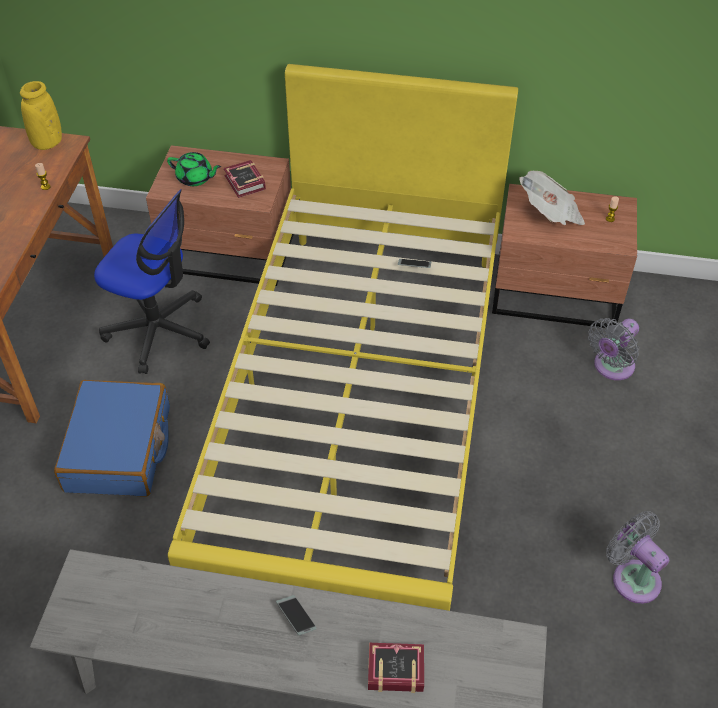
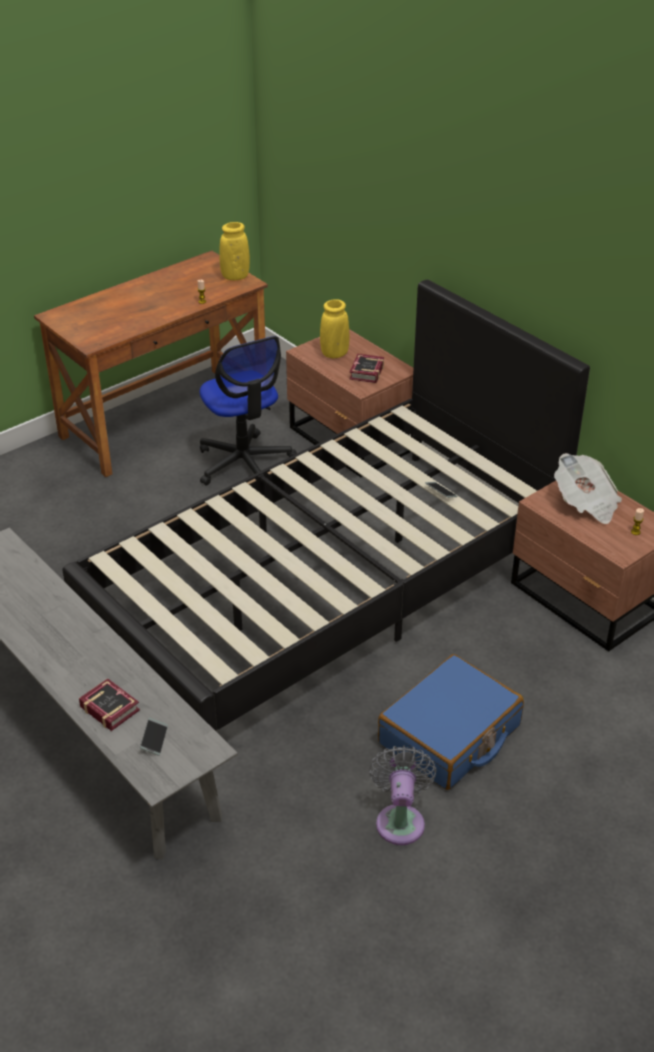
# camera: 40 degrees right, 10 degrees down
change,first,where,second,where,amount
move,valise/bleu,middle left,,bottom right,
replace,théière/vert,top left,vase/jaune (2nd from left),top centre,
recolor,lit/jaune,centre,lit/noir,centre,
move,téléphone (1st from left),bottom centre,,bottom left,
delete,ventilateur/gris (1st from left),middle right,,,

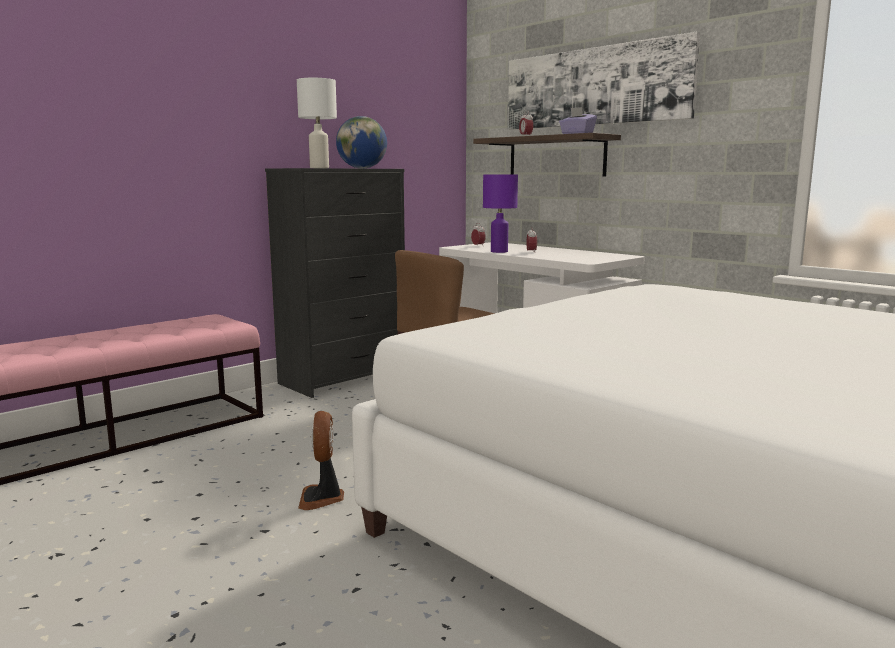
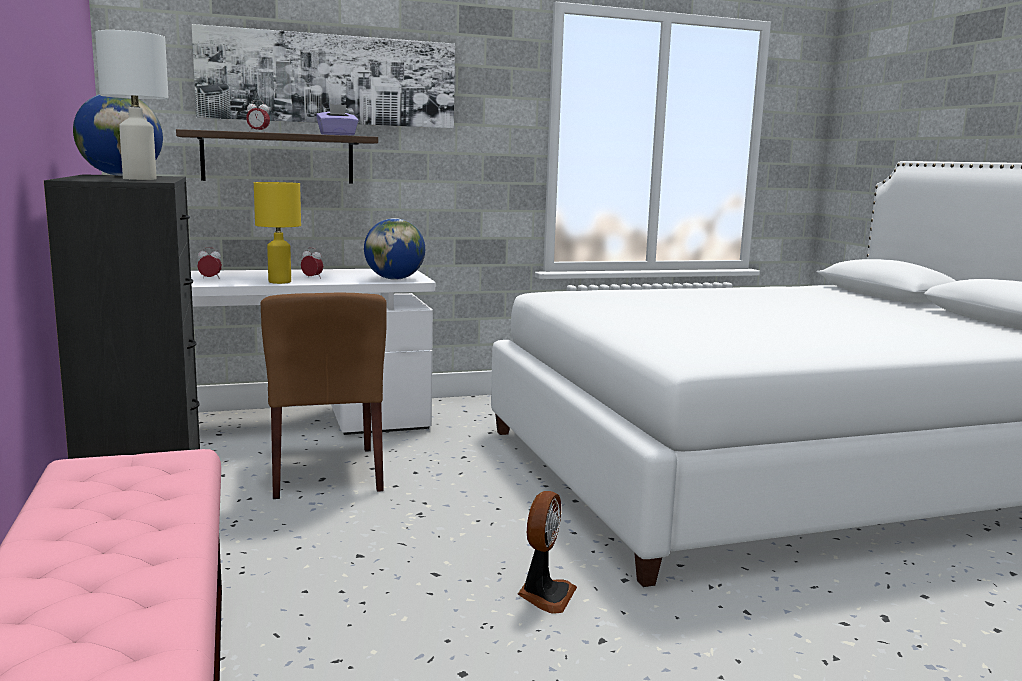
# camera: 65 degrees left, 0 degrees up
change,first,where,second,where,amount
rotate,ventilateur,bottom centre,,bottom centre,90 degrees counterclockwise
recolor,lampe de table/violet,top centre,lampe de table/jaune,middle left,
insert,,,globe (2nd from left),centre,

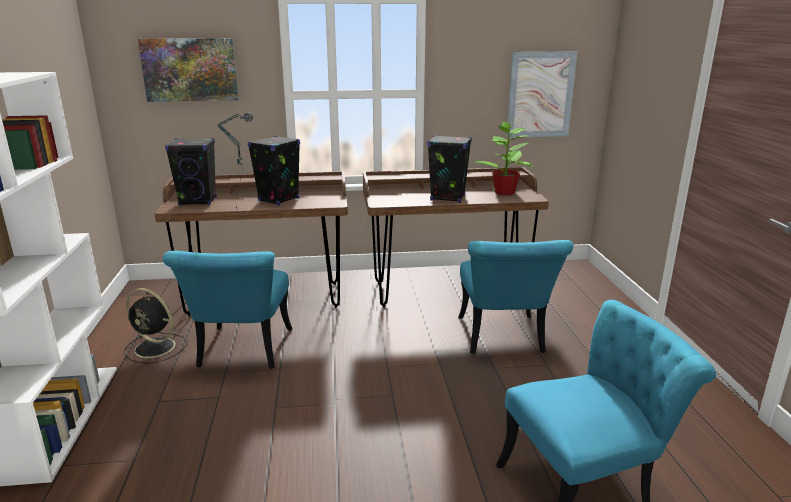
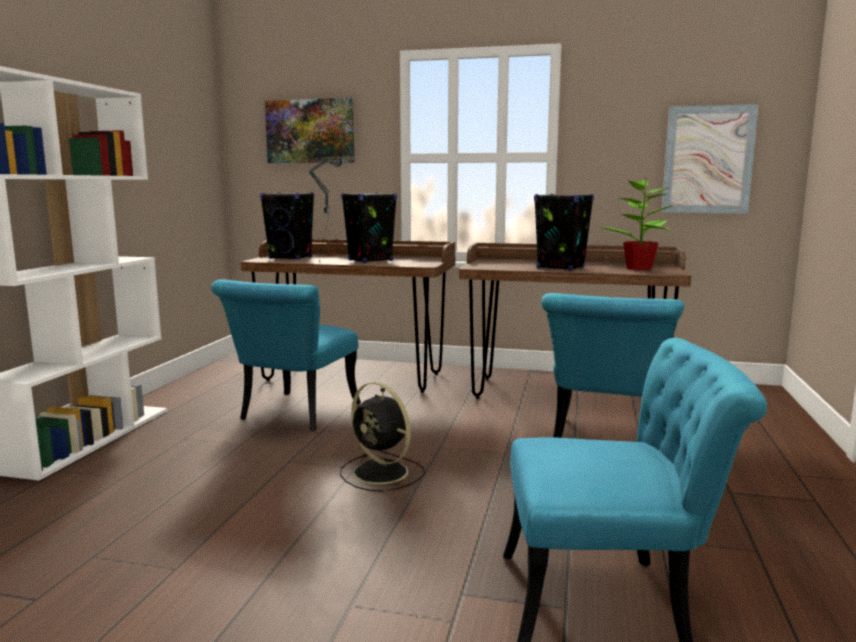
# camera: 20 degrees right, 10 degrees down
change,first,where,second,where,amount
move,ventilateur/noir,middle left,,bottom centre,

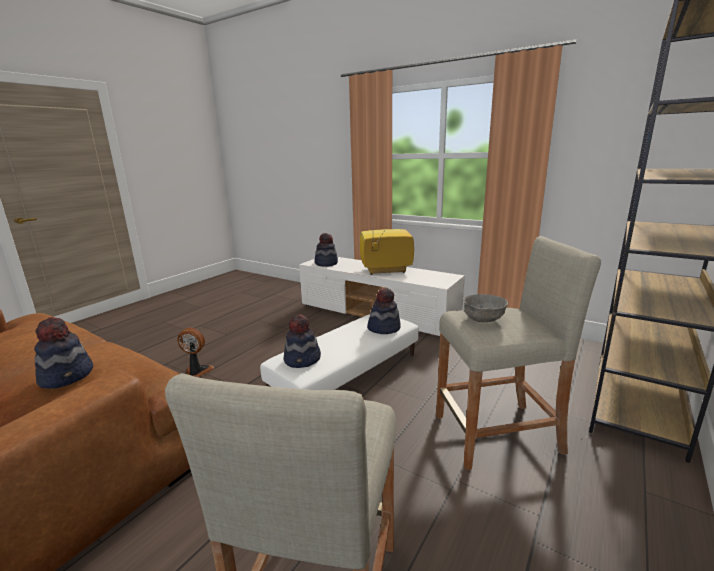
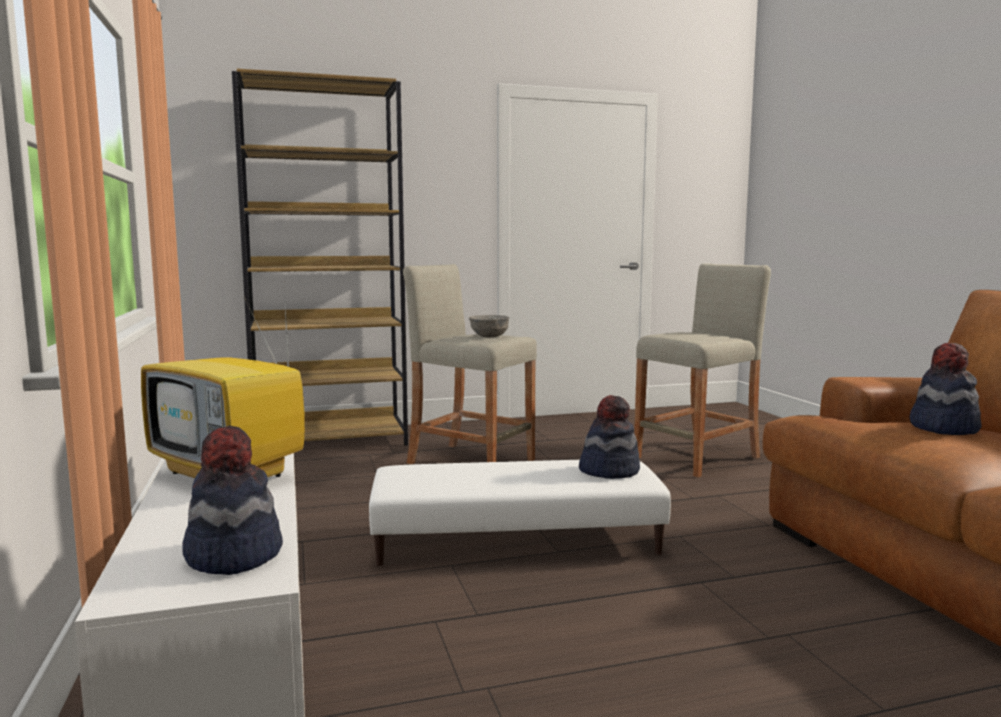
# camera: 140 degrees left, 10 degrees down
change,first,where,second,where,amount
delete,ventilateur,middle left,,,
delete,chapeau (4th from left),centre,,,

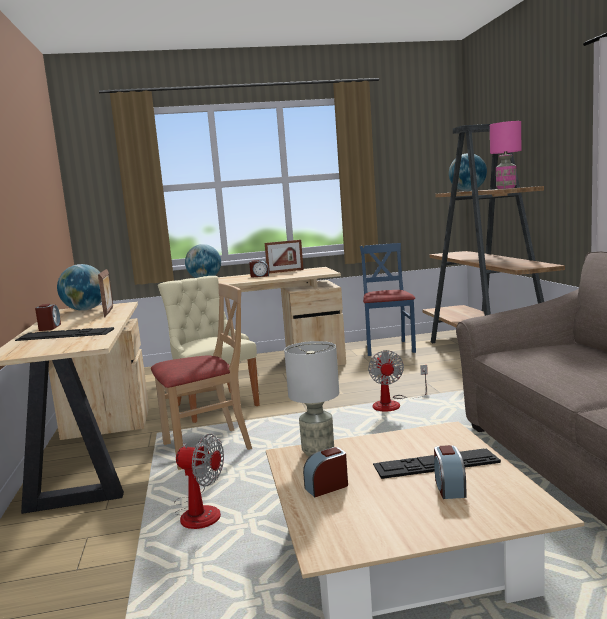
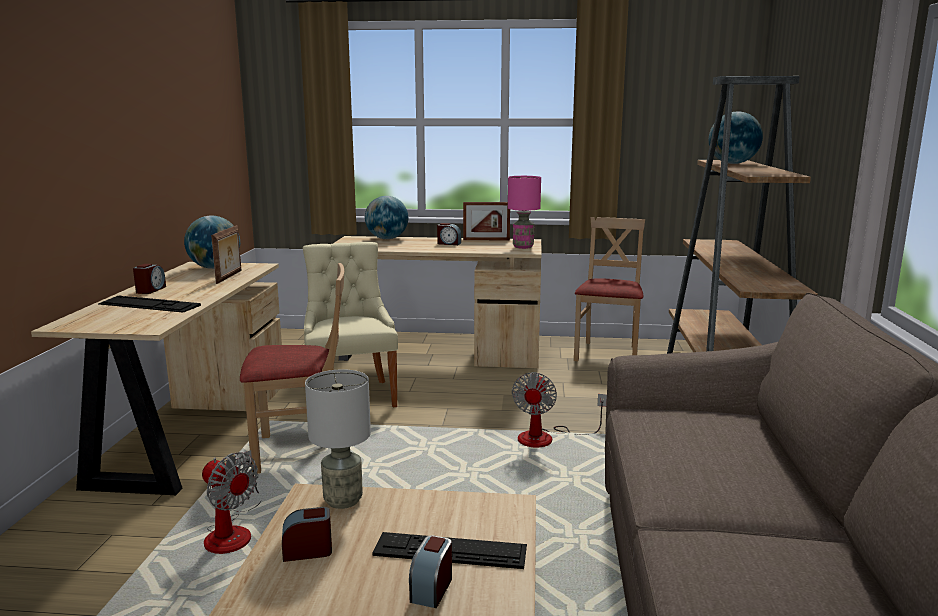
# camera: 15 degrees right, 5 degrees up
change,first,where,second,where,amount
recolor,chaise/bleu,centre,chaise/beige (3rd from left),centre,
move,lampe de table/rose,top right,,centre,

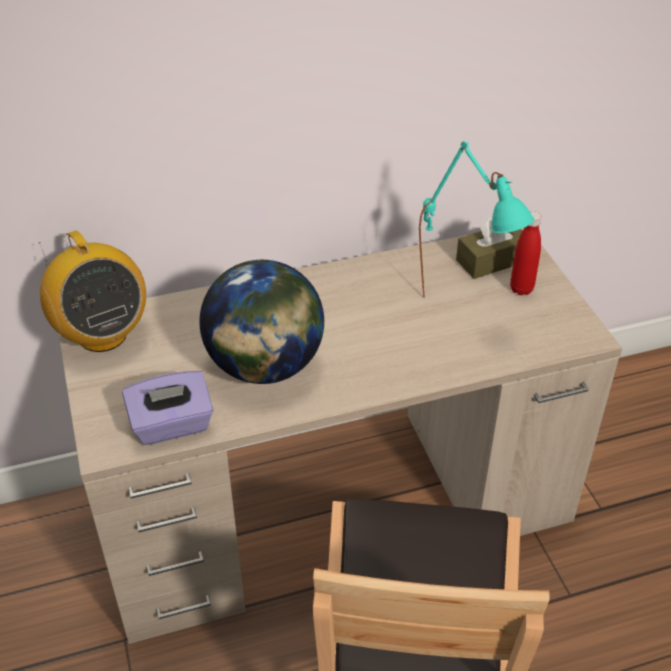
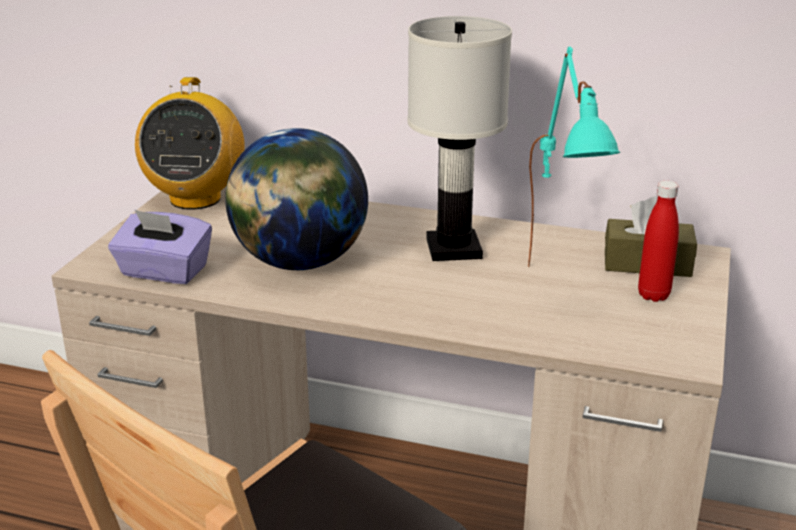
# camera: 35 degrees right, 15 degrees down
change,first,where,second,where,amount
insert,,,lampe de table/blanc,top centre,

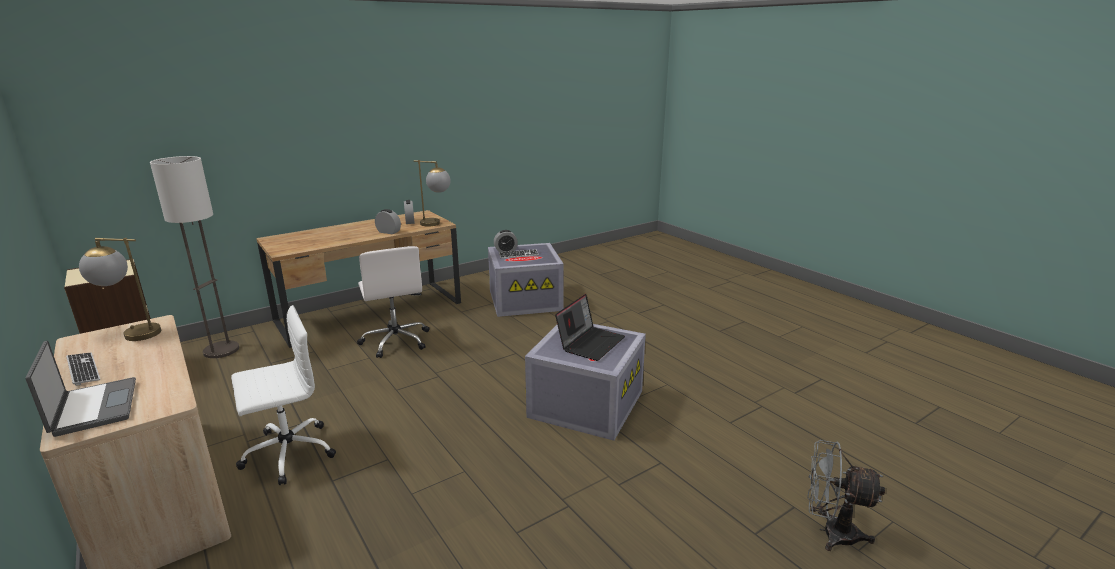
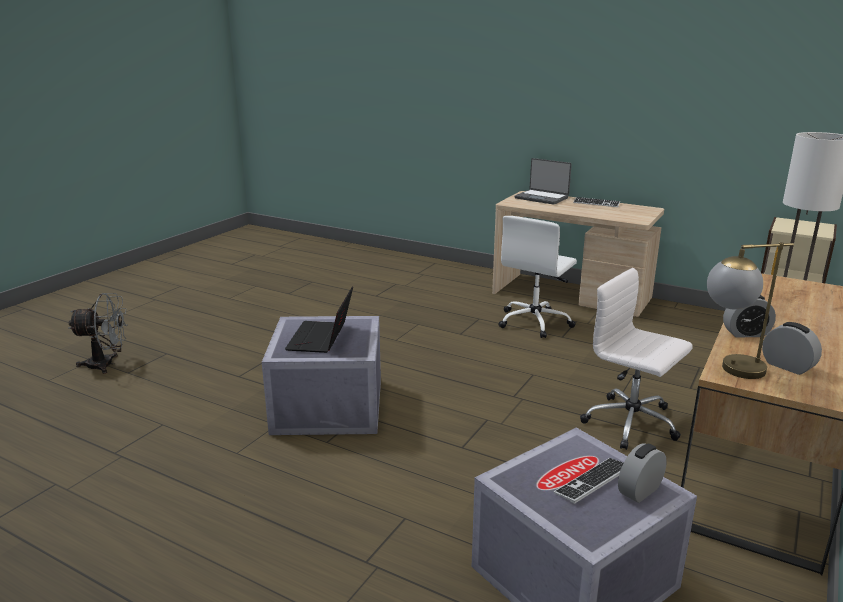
# camera: 155 degrees right, 0 degrees up
change,first,where,second,where,amount
delete,lampe de table (1st from left),middle left,,,

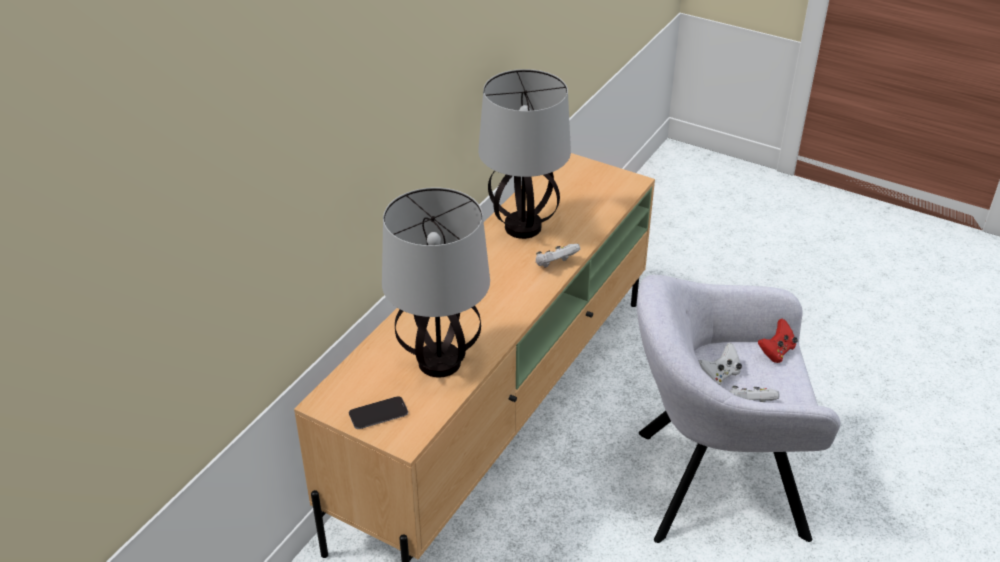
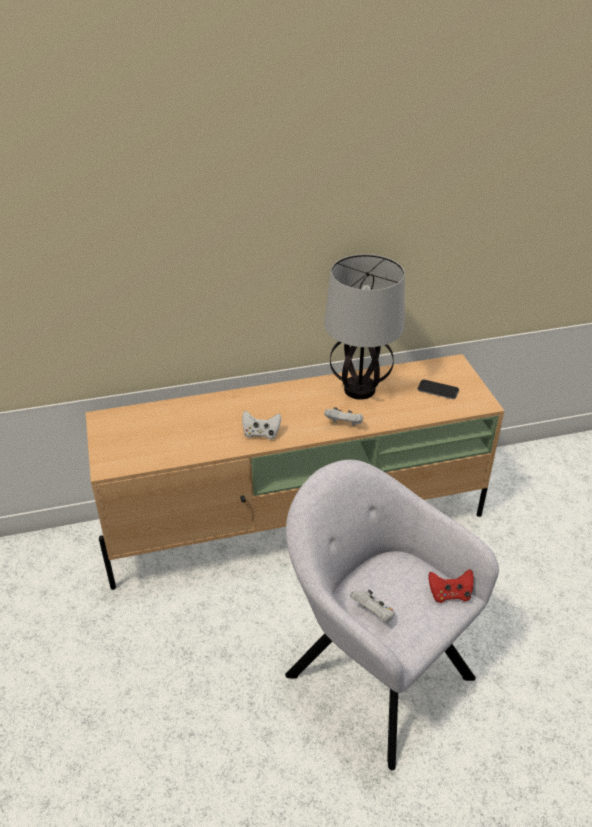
# camera: 45 degrees right, 0 degrees up
change,first,where,second,where,amount
move,téléphone,bottom centre,,middle right,
delete,lampe de table (1st from left),centre,,,
move,manette/blanc (2nd from left in the first image),middle right,manette/blanc (1st from left),centre,

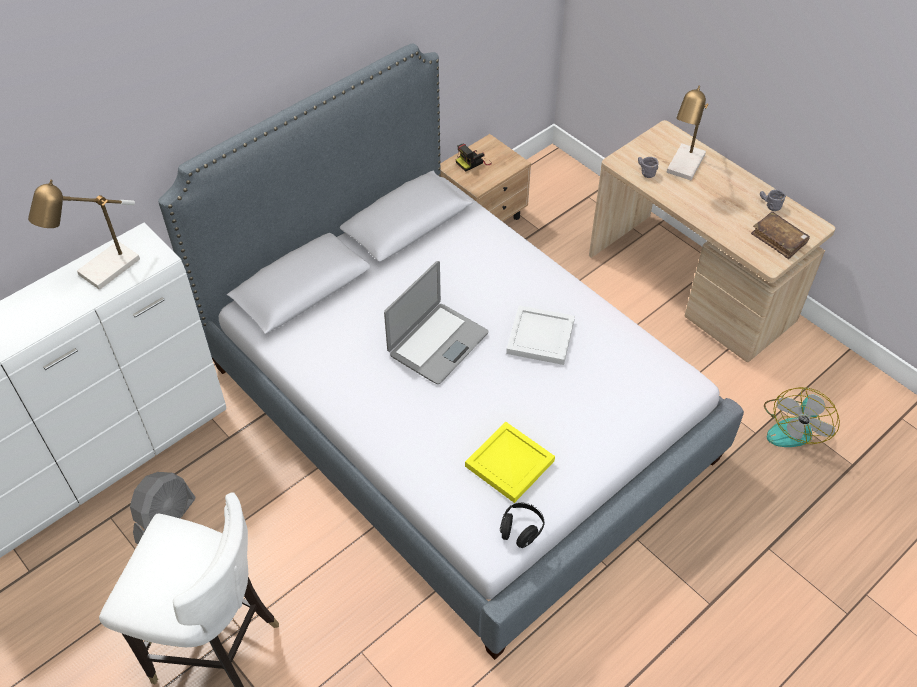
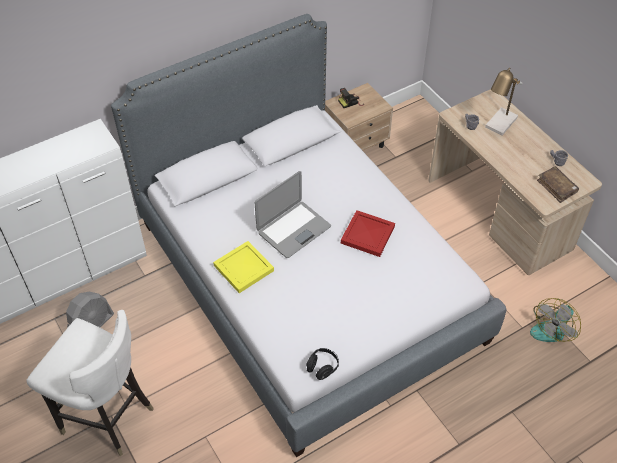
# camera: 10 degrees right, 0 degrees up
change,first,where,second,where,amount
delete,lampe de table (1st from left),middle left,,,
move,plateau/jaune,bottom centre,,centre,
recolor,plateau/blanc,centre,plateau/rouge,centre,

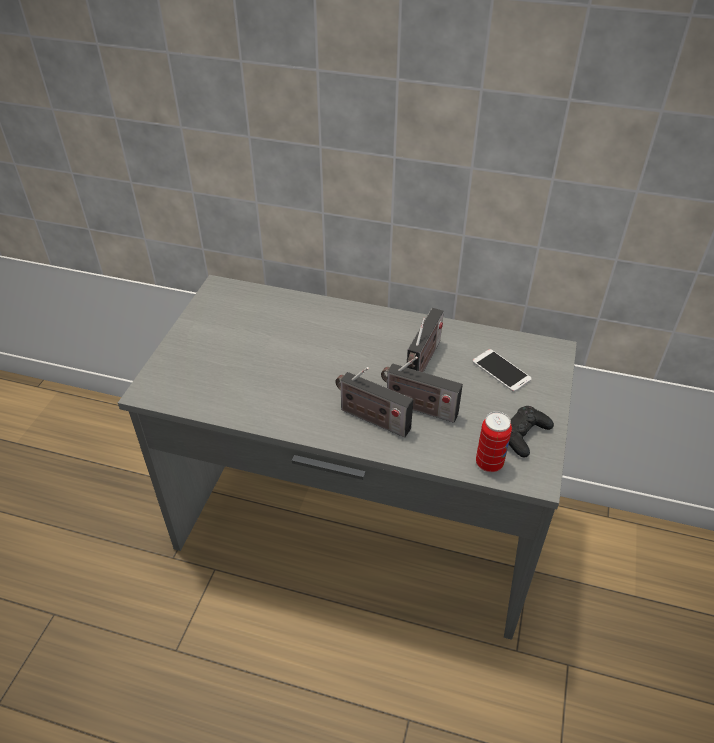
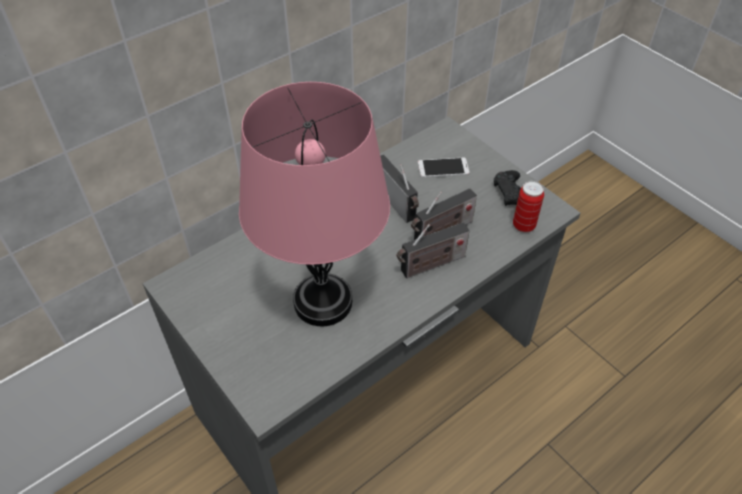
# camera: 55 degrees left, 5 degrees up
change,first,where,second,where,amount
insert,,,lampe de table/rose,centre,

